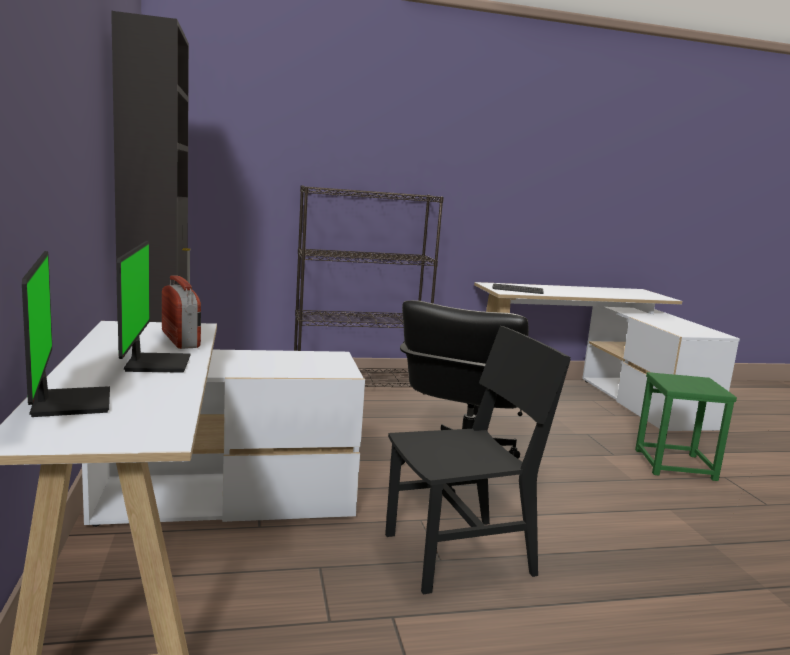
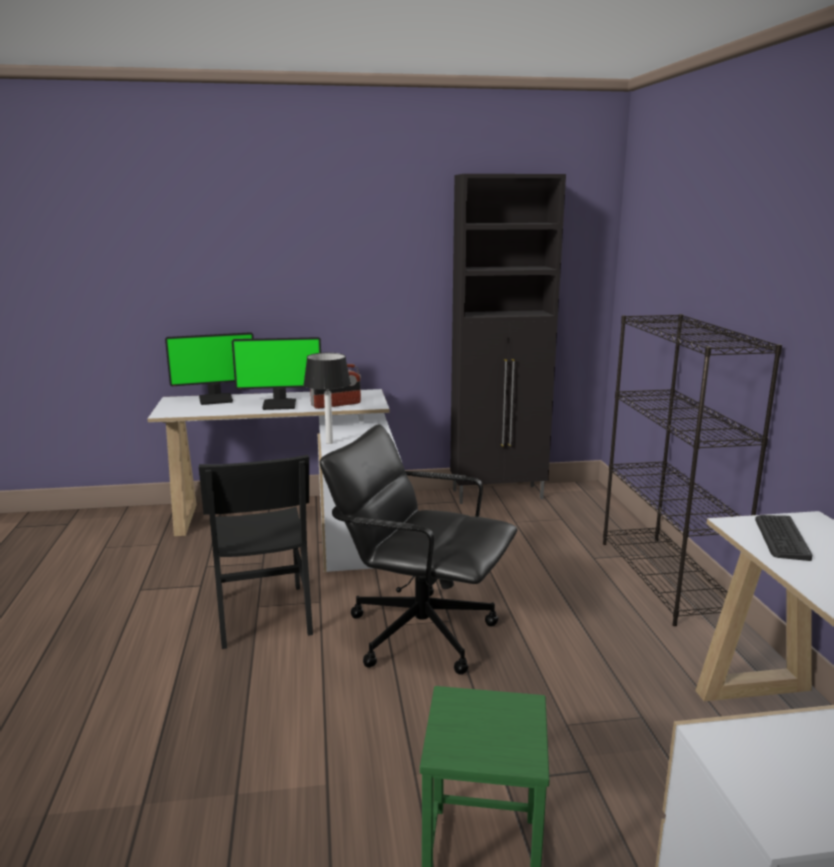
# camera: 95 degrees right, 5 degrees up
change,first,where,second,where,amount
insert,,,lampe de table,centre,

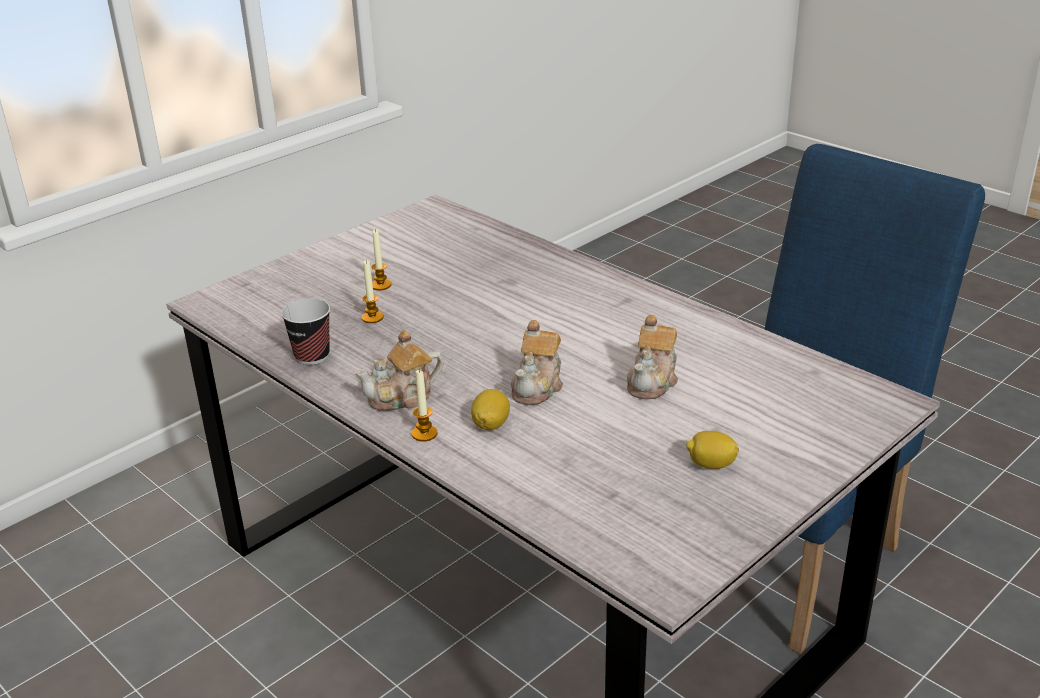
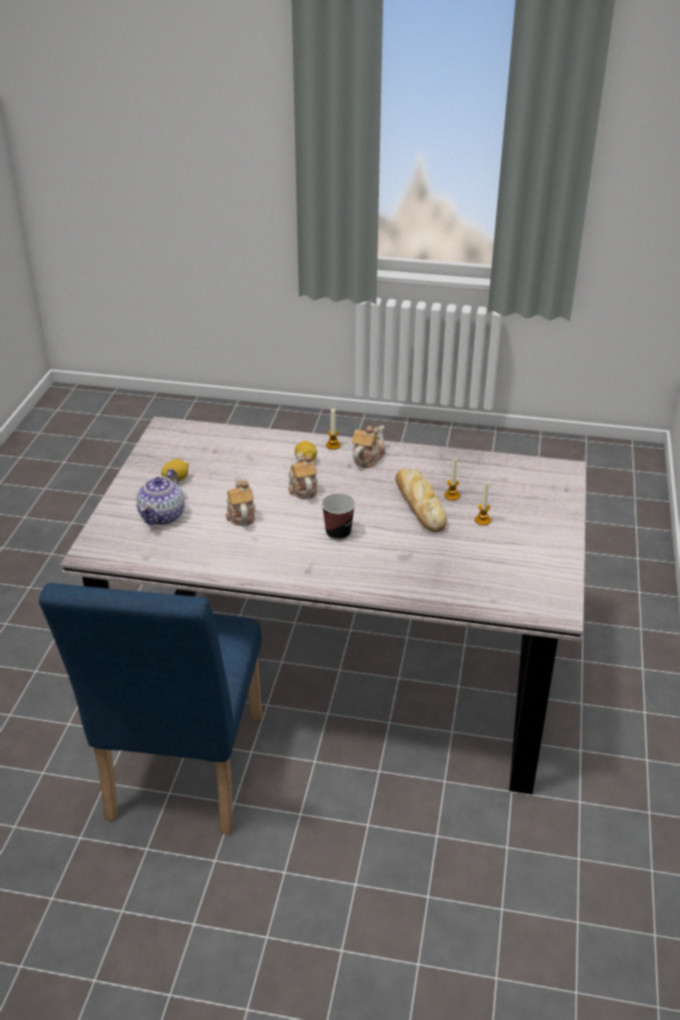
# camera: 145 degrees right, 5 degrees up
change,first,where,second,where,amount
move,tasse,middle left,,centre,
insert,,,théière (1st from left),middle left,
insert,,,pain,centre,

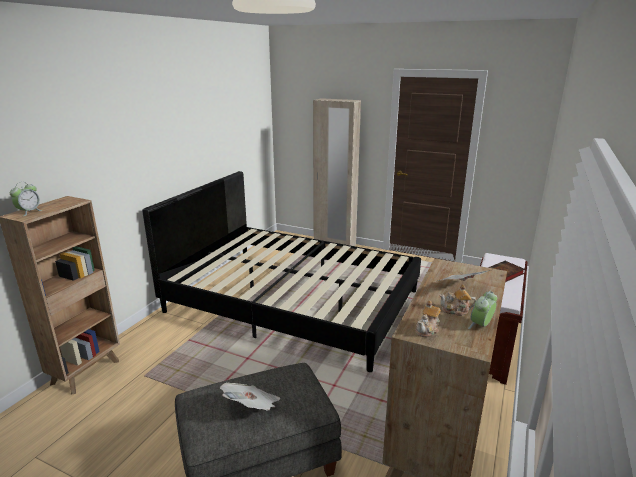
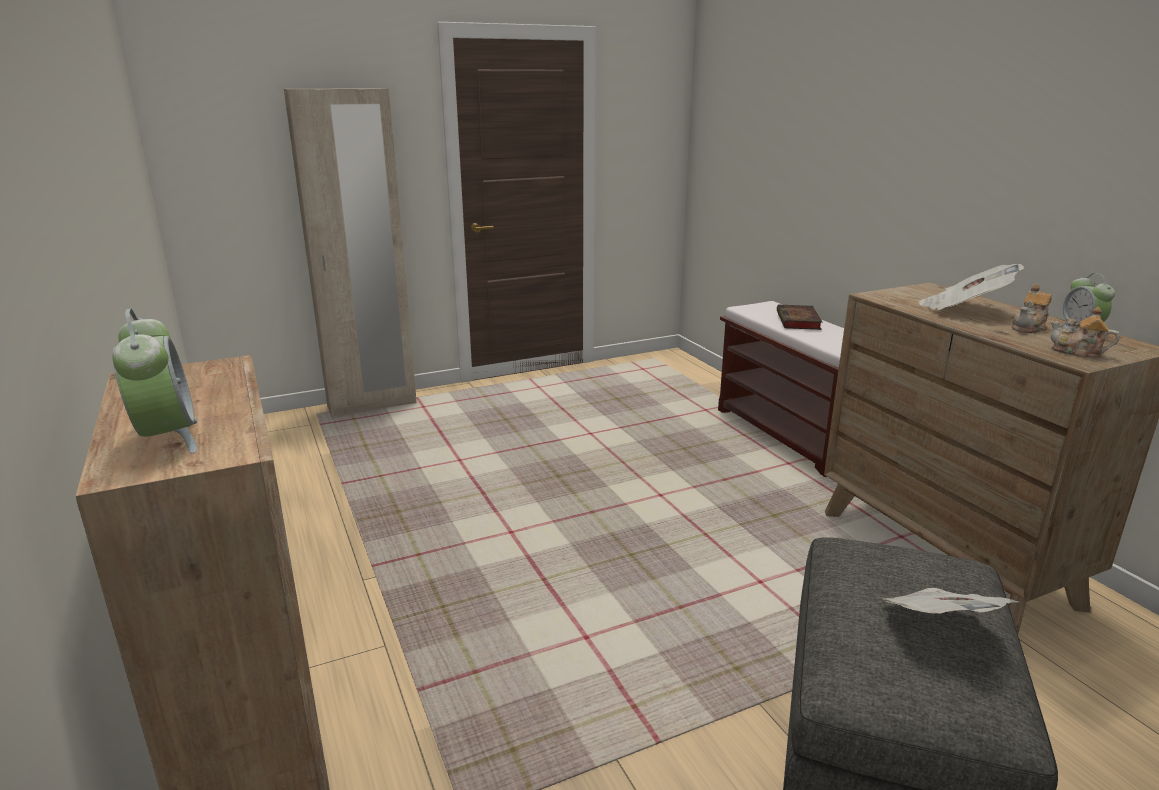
# camera: 50 degrees left, 0 degrees up
change,first,where,second,where,amount
delete,lit/noir,centre,,,
rotate,théière (1st from left in the first image),bottom right,théière (2nd from left),middle right,135 degrees clockwise

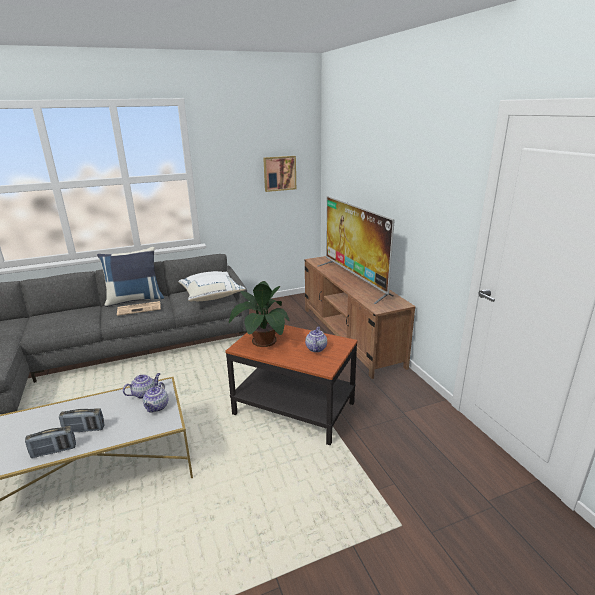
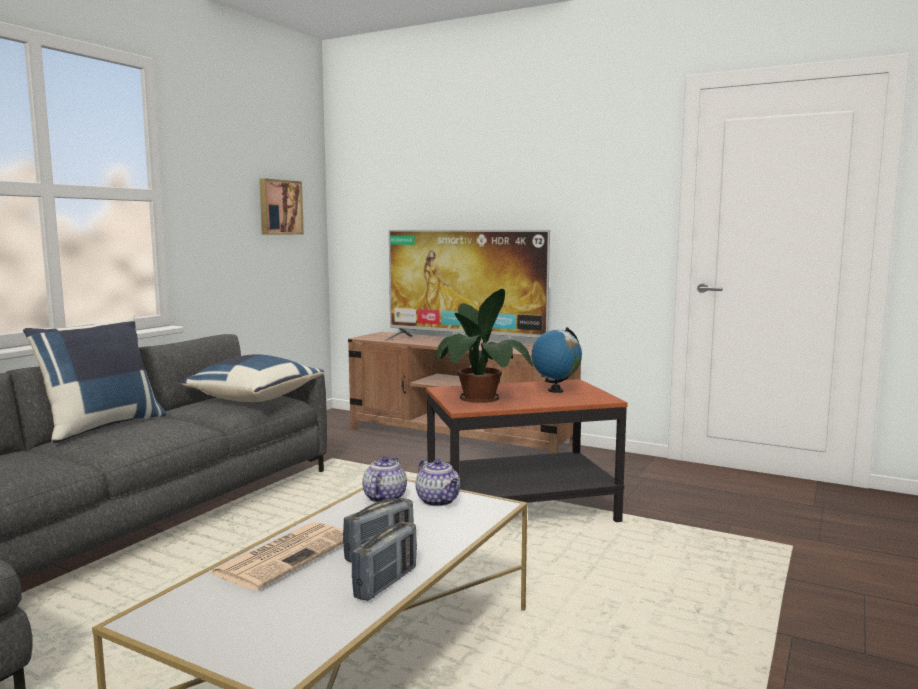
# camera: 40 degrees left, 15 degrees down
change,first,where,second,where,amount
move,journal,middle left,,bottom left,
recolor,coussin/blanc,centre,coussin/bleu (2nd from left),middle left,
replace,théière (3rd from left),centre,globe,centre,

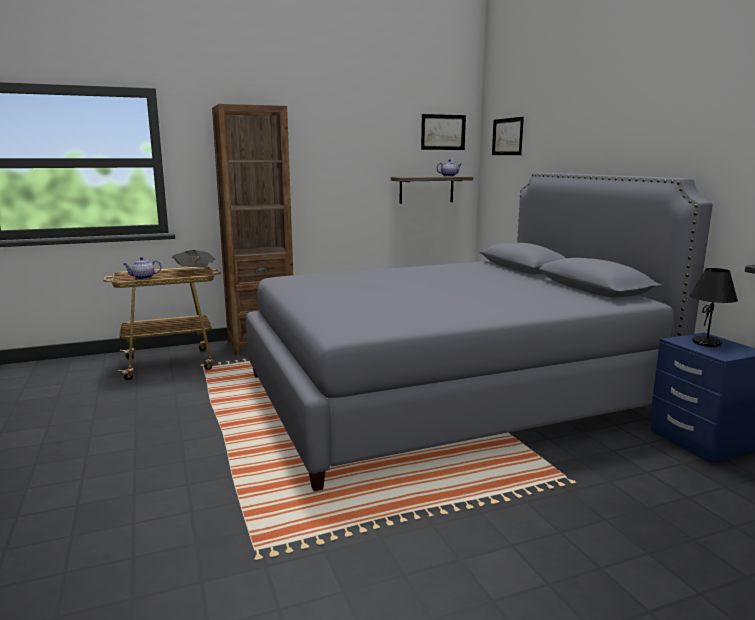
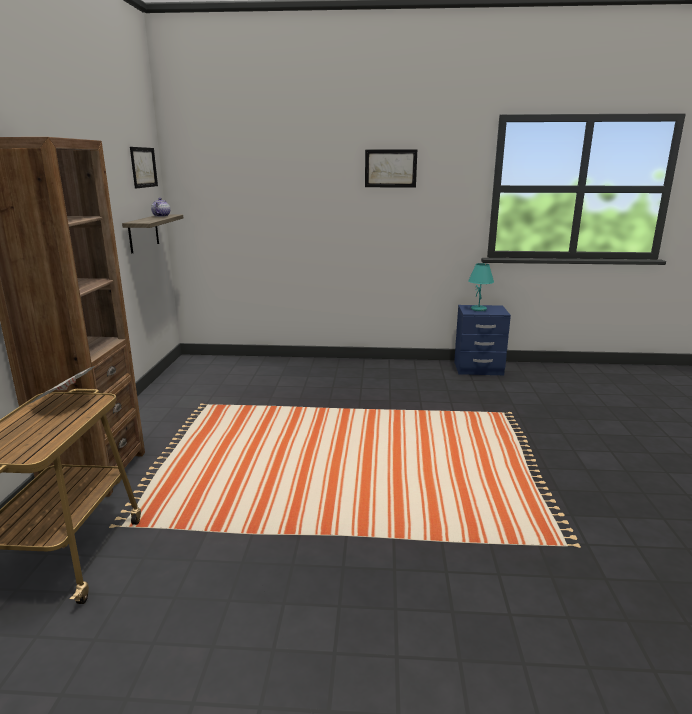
# camera: 65 degrees left, 5 degrees up
change,first,where,second,where,amount
delete,théière (1st from left),middle left,,,
delete,lit/gris,centre,,,
move,tableau (2nd from left),top right,,top centre,
recolor,lampe de table/noir,middle right,lampe de table/turquoise,middle right,

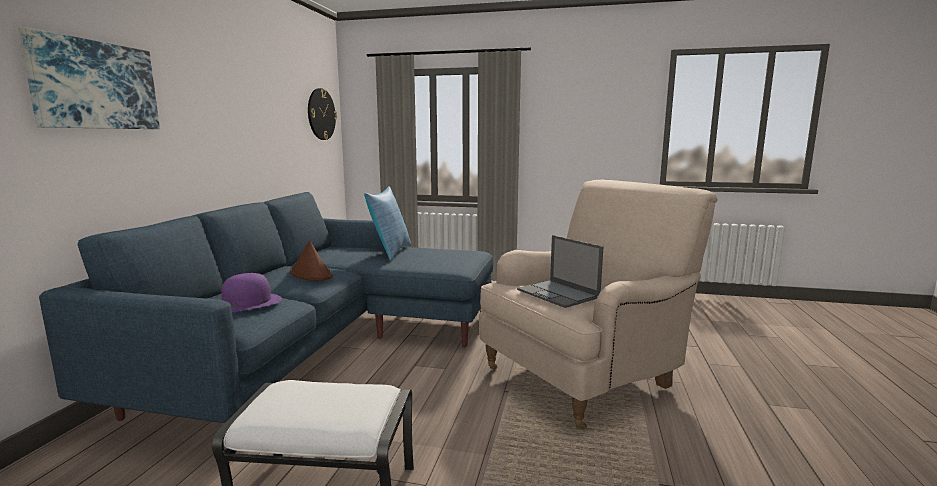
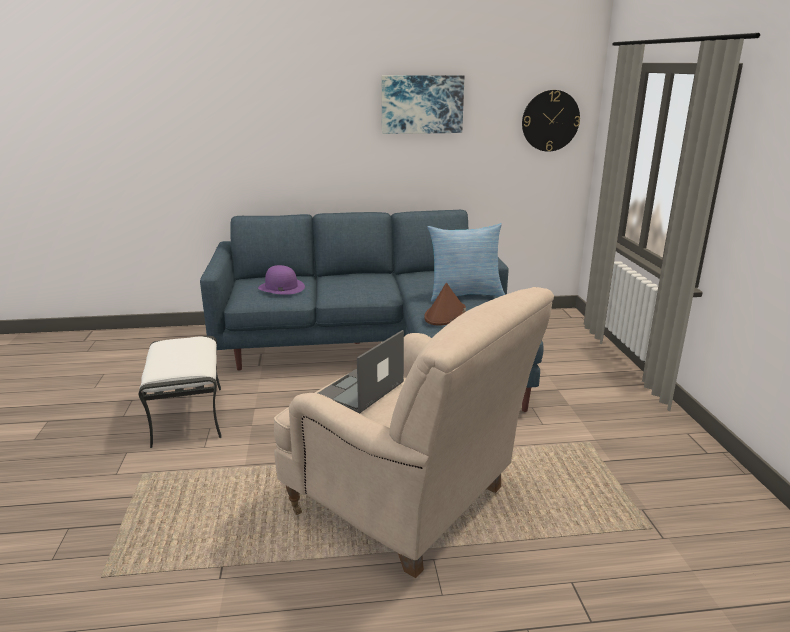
# camera: 70 degrees right, 10 degrees up
change,first,where,second,where,amount
move,tableau,top left,,top centre,
move,chapeau/marron,middle left,,centre,

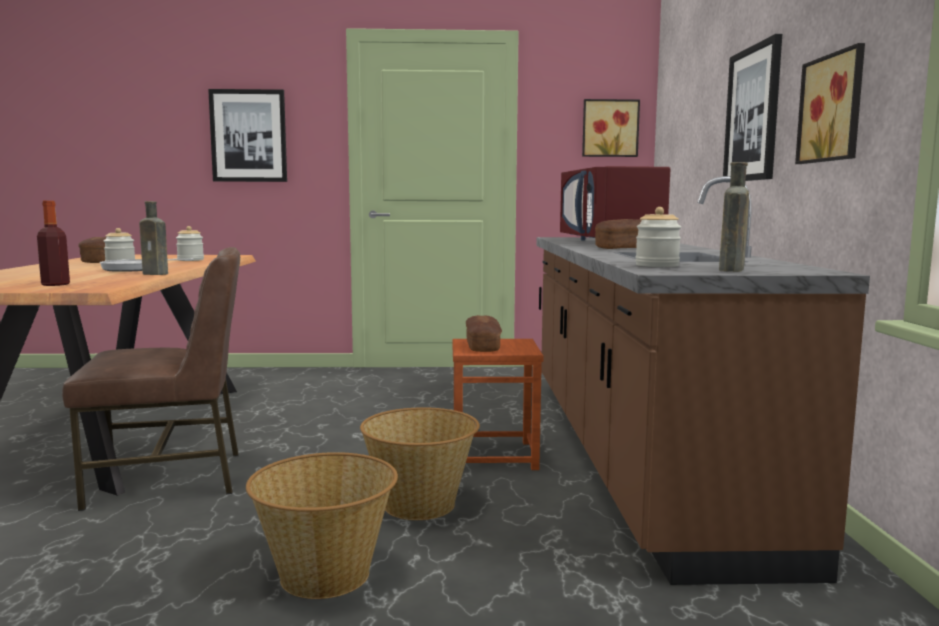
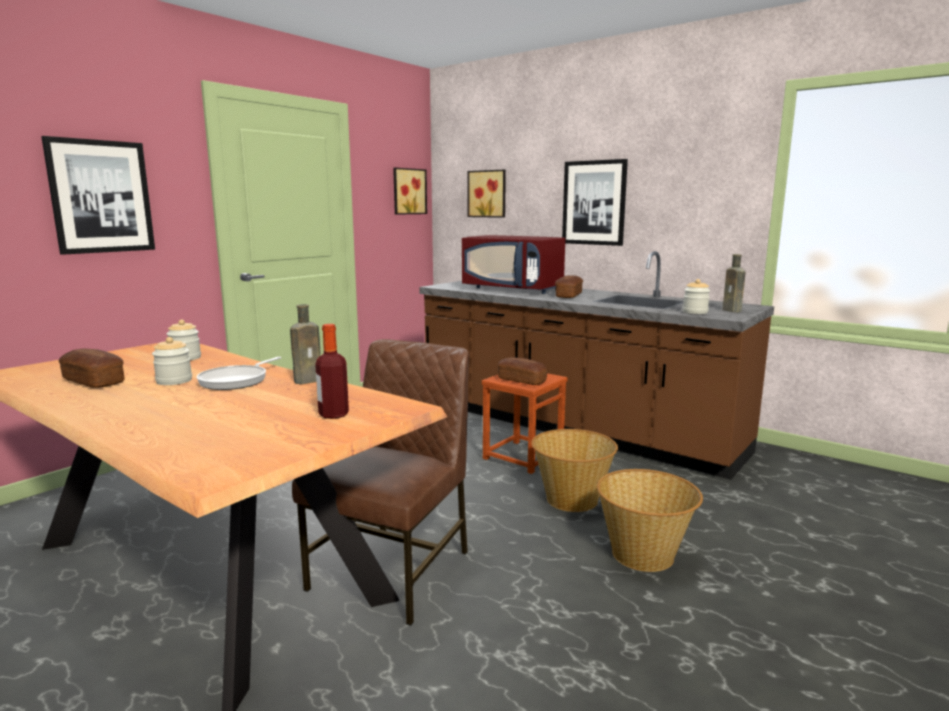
# camera: 50 degrees left, 5 degrees up
change,first,where,second,where,amount
move,tableau (4th from left in the first image),top right,tableau (3rd from left),top centre,

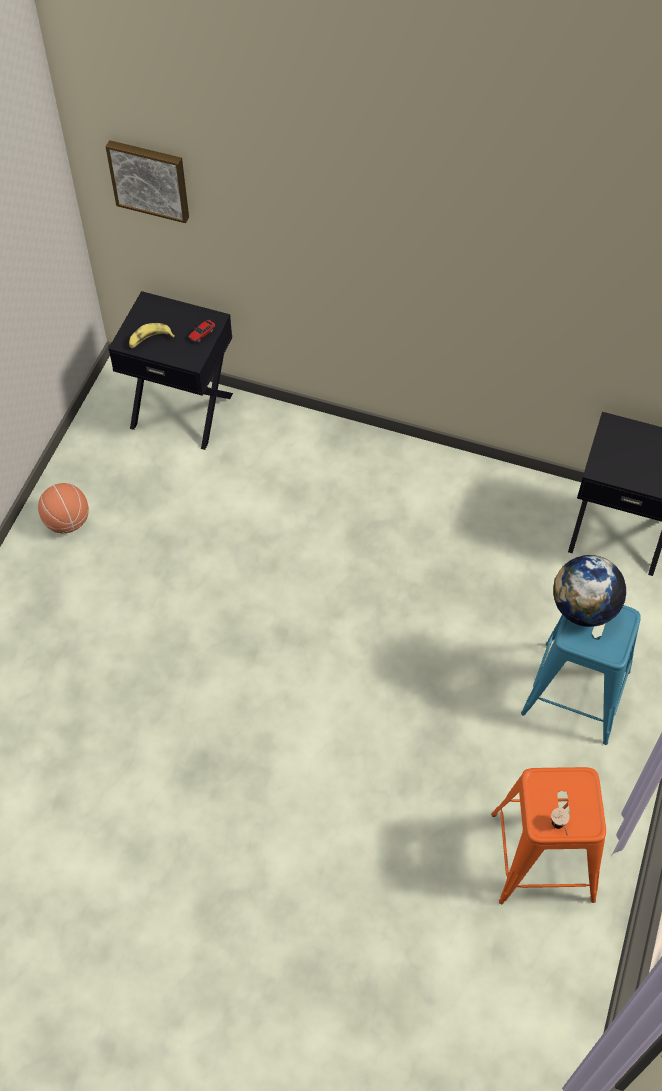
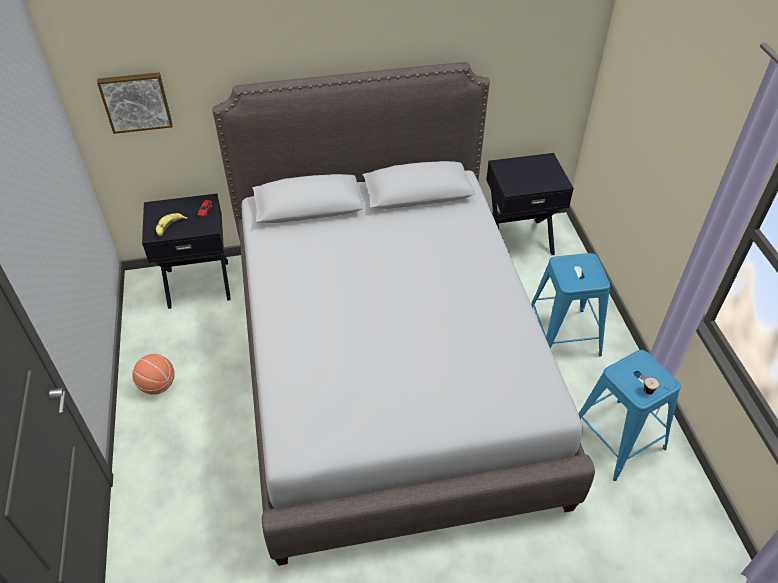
# camera: 30 degrees left, 10 degrees down
change,first,where,second,where,amount
recolor,tabouret/orange,bottom right,tabouret/bleu (2nd from left),bottom right,
delete,globe,middle right,,,
insert,,,lit/gris,centre,

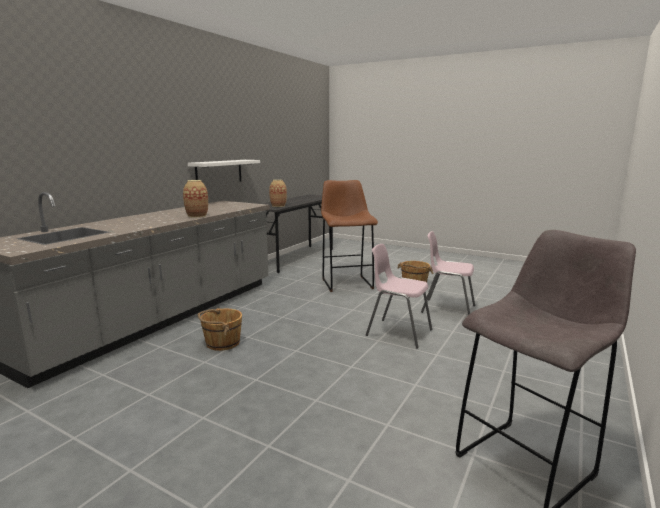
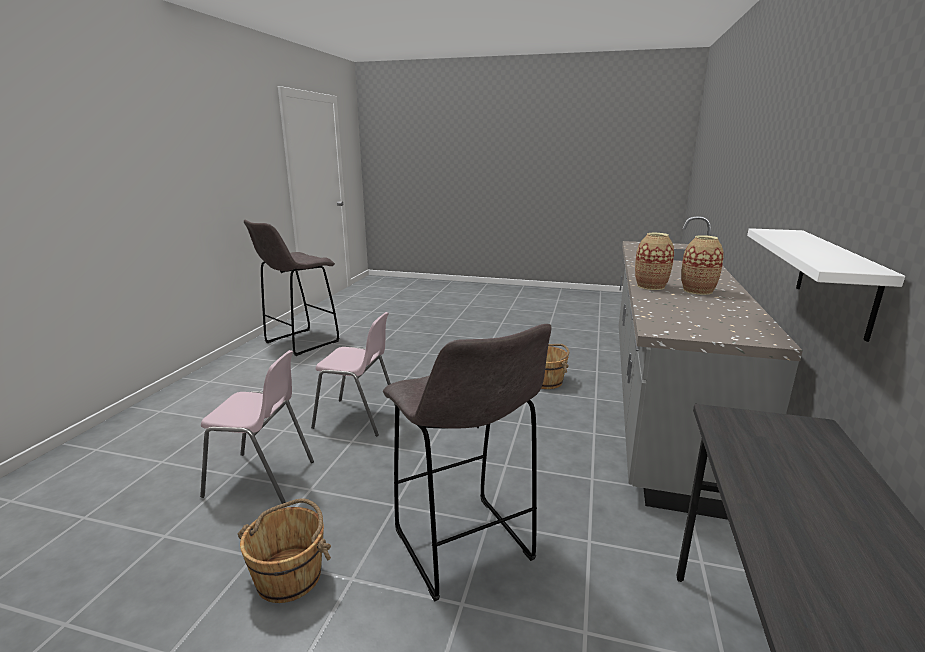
# camera: 165 degrees right, 5 degrees up
change,first,where,second,where,amount
move,vase (2nd from left),centre,,middle right,
recolor,tabouret/marron,centre,tabouret/gris (2nd from left),bottom centre,

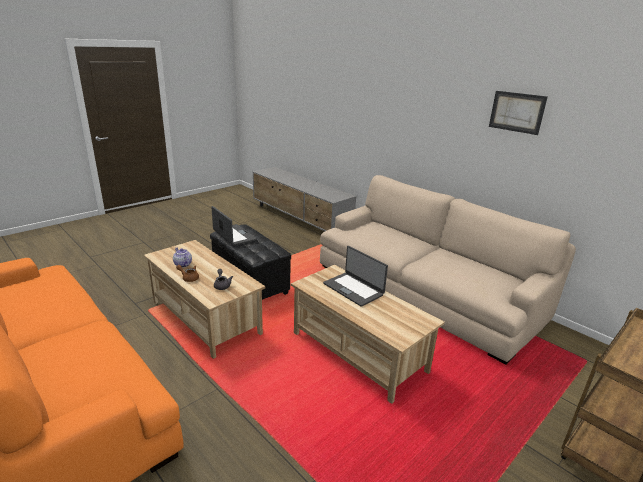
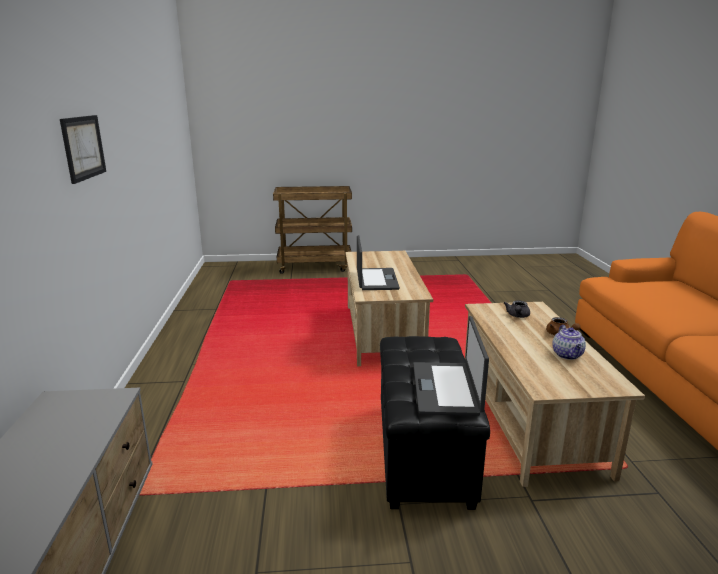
# camera: 140 degrees left, 5 degrees down
change,first,where,second,where,amount
delete,canapé/beige,middle right,,,
move,tableau,top right,,top left,

